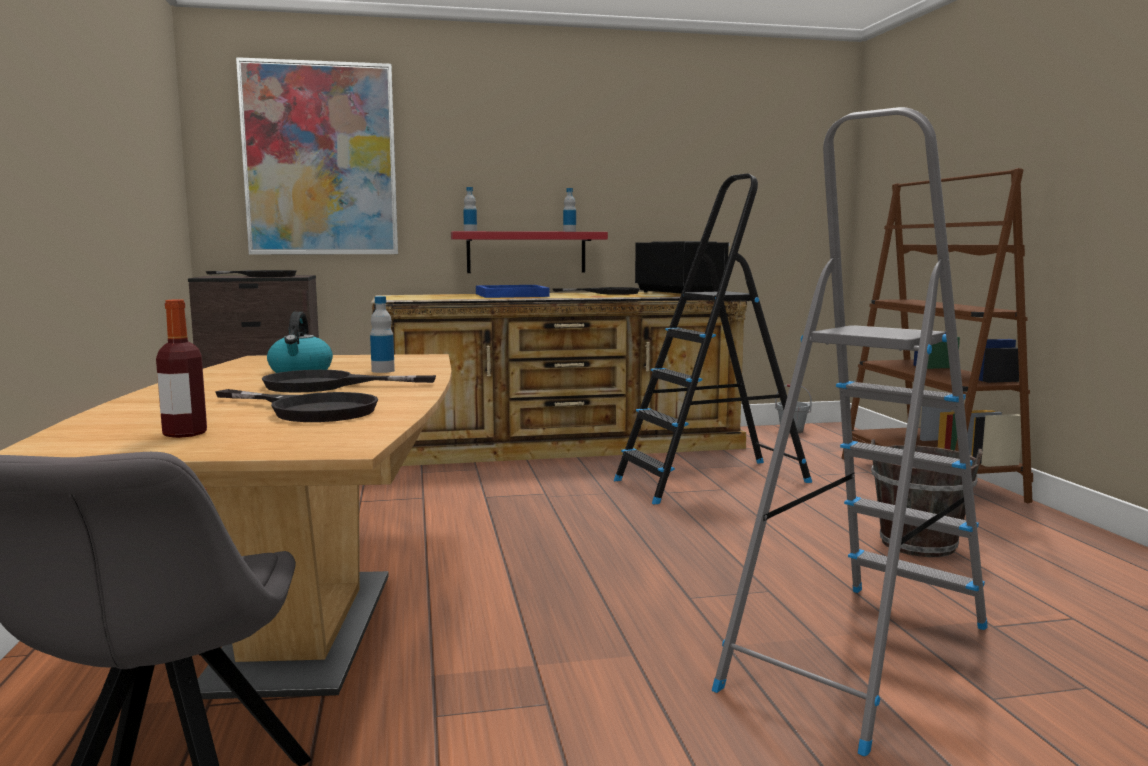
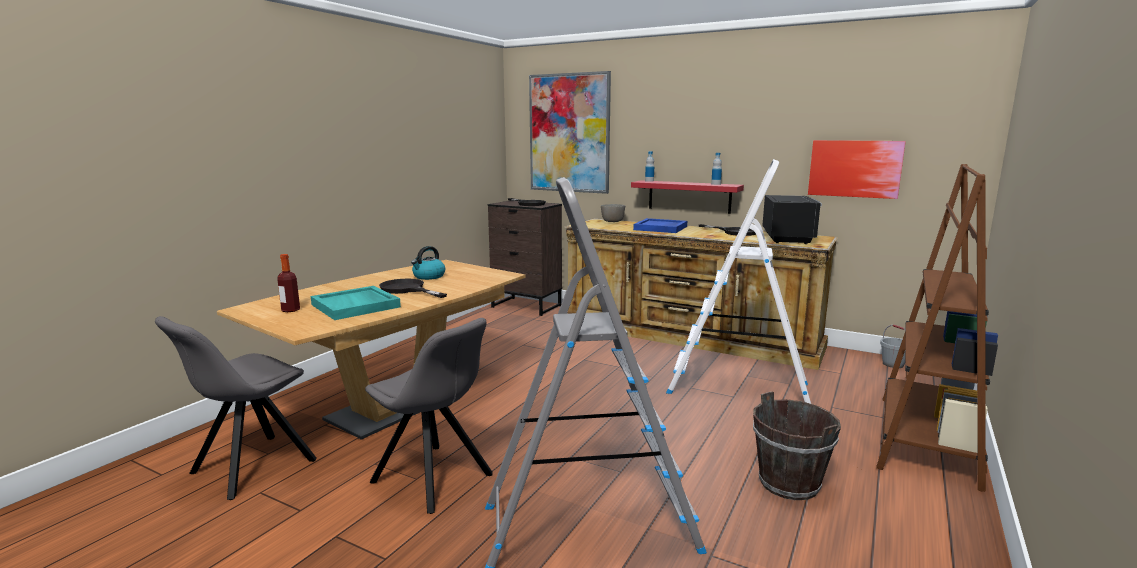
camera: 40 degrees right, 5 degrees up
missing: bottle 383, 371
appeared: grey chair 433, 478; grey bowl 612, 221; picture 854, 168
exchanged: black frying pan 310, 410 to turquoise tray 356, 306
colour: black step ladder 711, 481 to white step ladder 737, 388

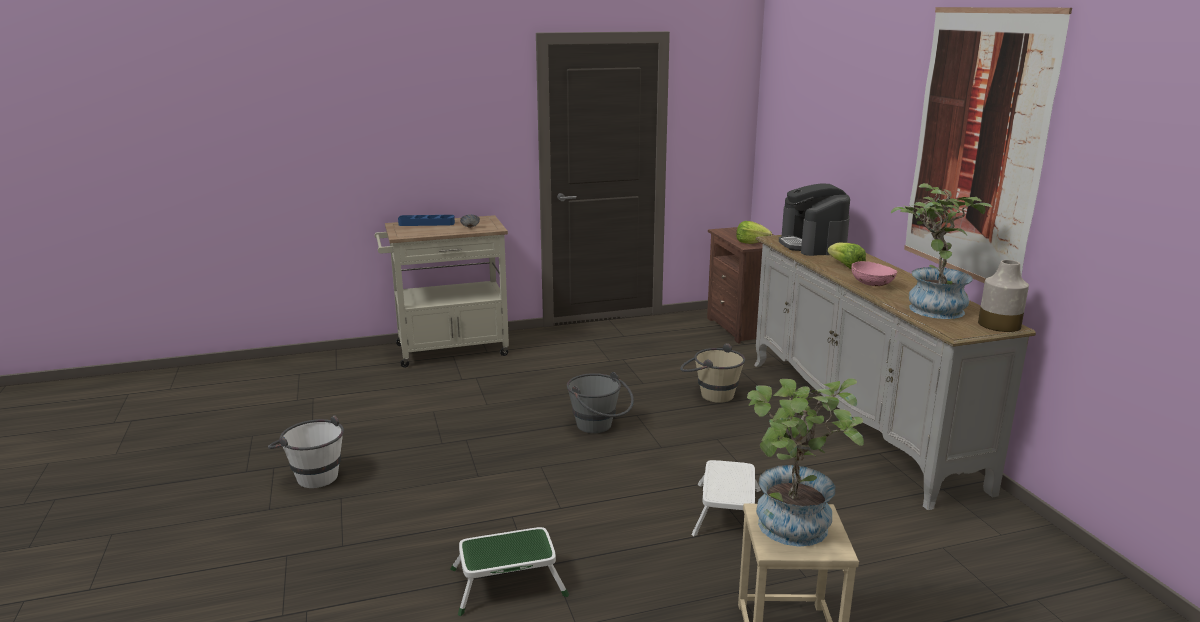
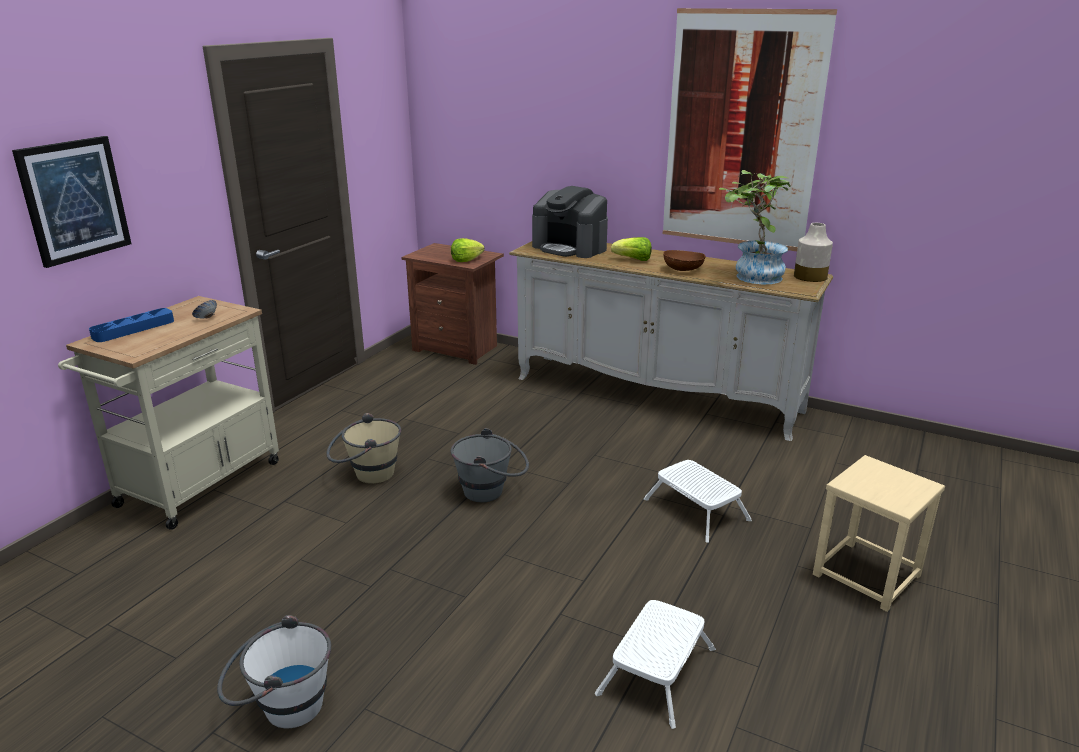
camera: 45 degrees left, 5 degrees up
missing: potted plant 792, 532
appeared: picture 74, 200
relocated: beige bucket 710, 394 to 366, 475
colour: green step ladder 508, 582 to white step ladder 657, 671; pink bowl 872, 284 to brown bowl 683, 269

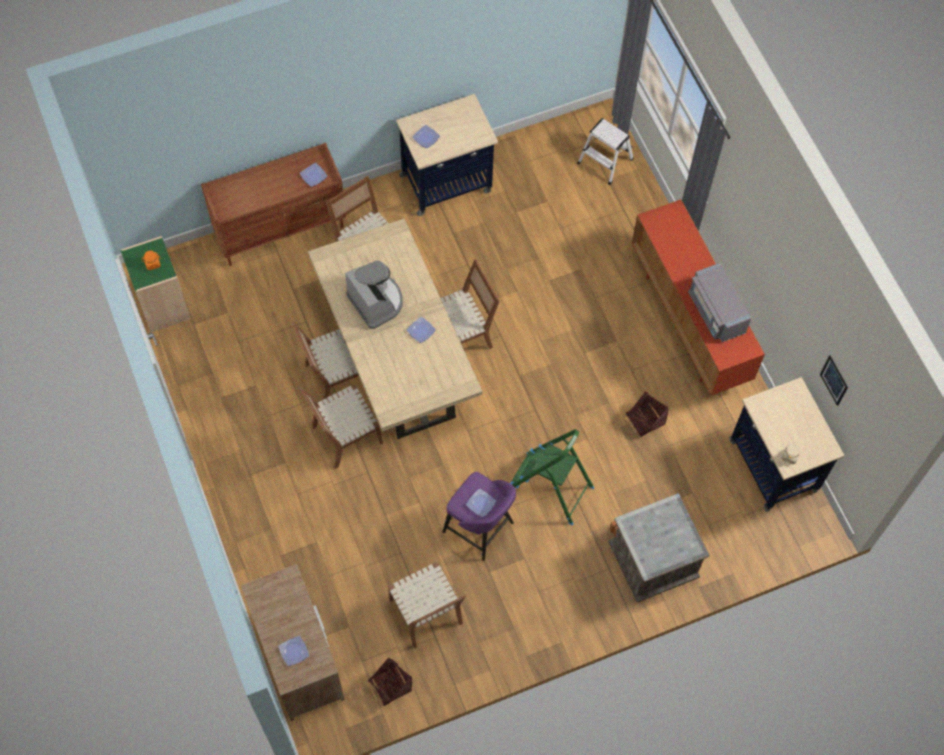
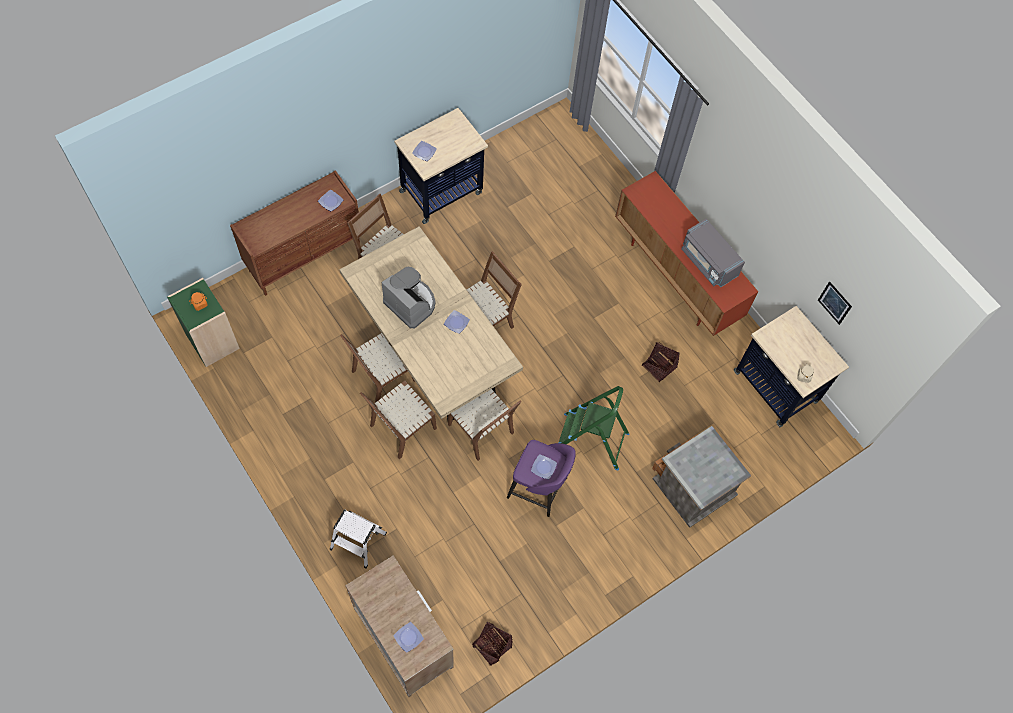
camera: 15 degrees left, 0 degrees up
relocated: white step ladder 605, 160 to 358, 540; chair 426, 615 to 482, 431

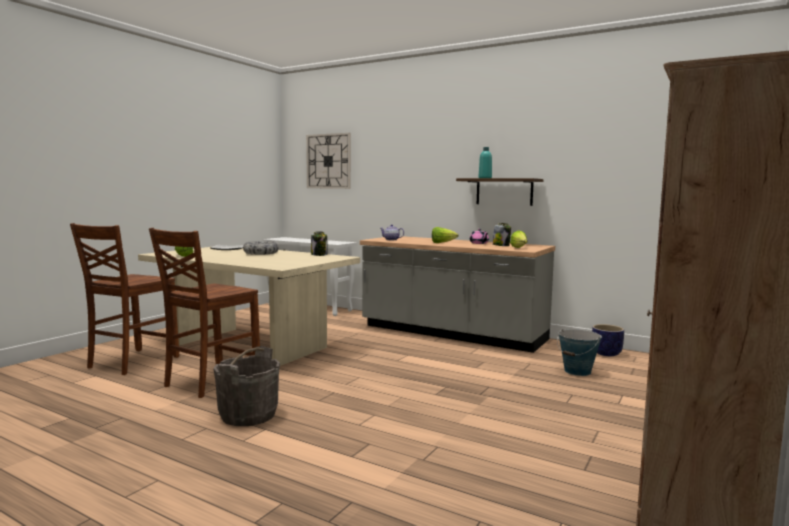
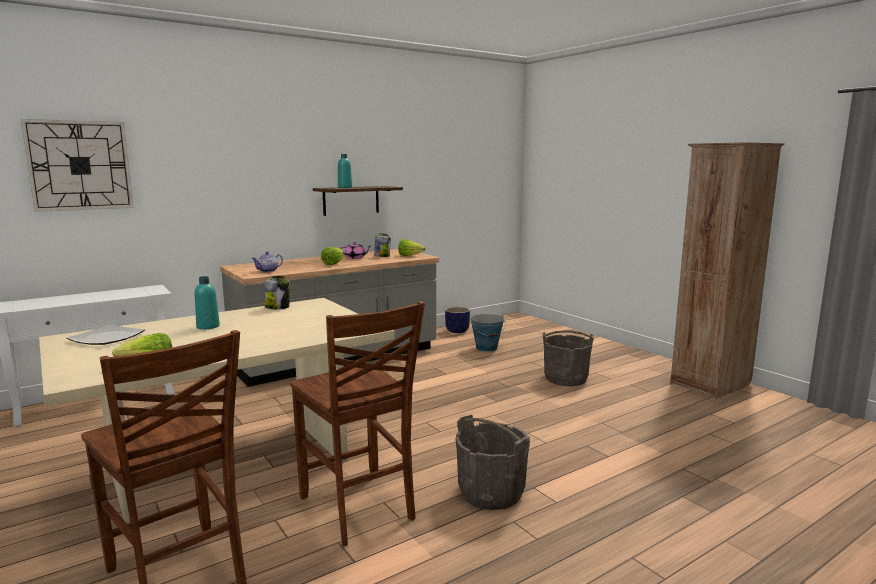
camera: 65 degrees left, 5 degrees up
appeared: grey bucket 566, 378
exchanged: bowl 261, 253 to turquoise bottle 208, 326

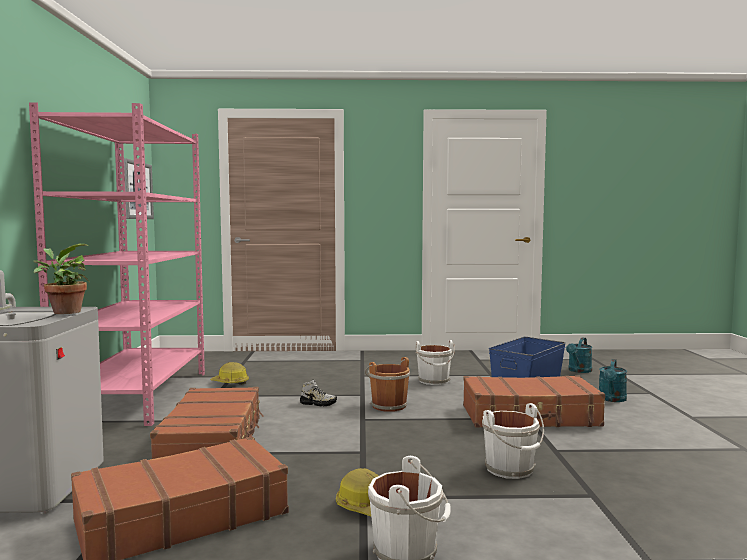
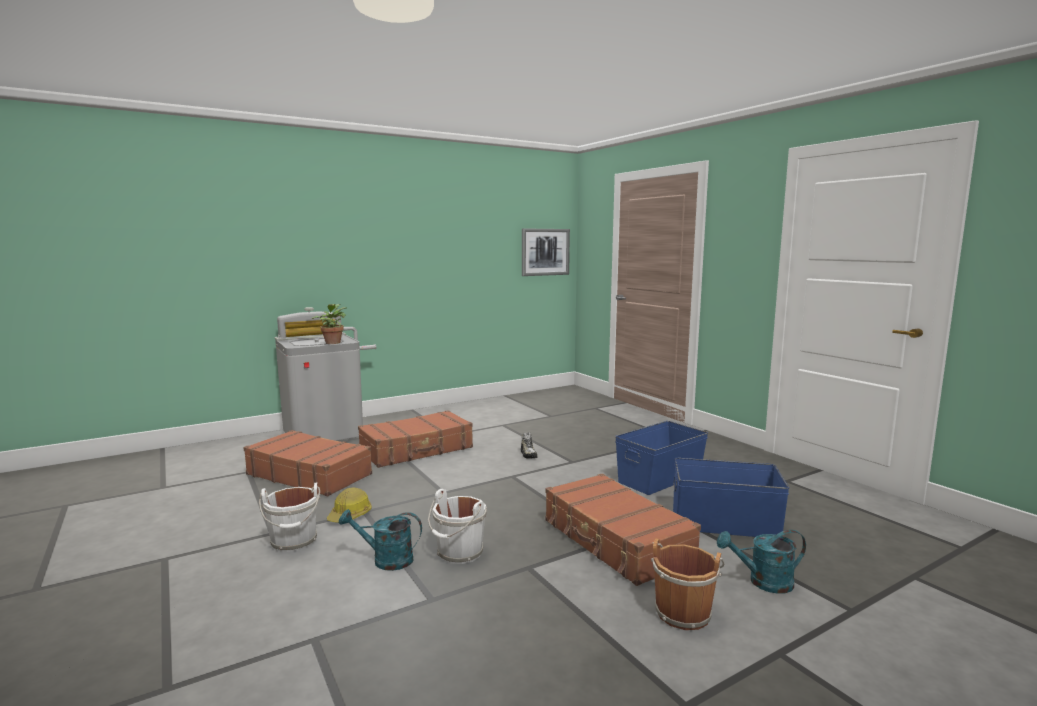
camera: 60 degrees right, 5 degrees up
missing: pink bookcase 137, 396; hard hat 230, 382
relocated: turquoise watering can 578, 371 to 385, 560; brown bucket 387, 405 to 683, 612
exchanged: white bucket 434, 381 to blue storage box 660, 478

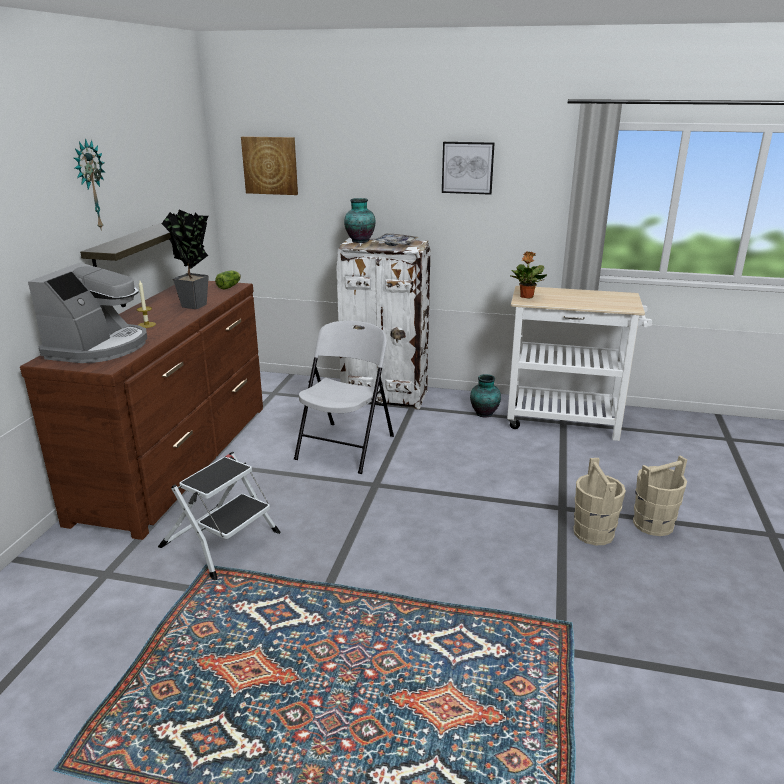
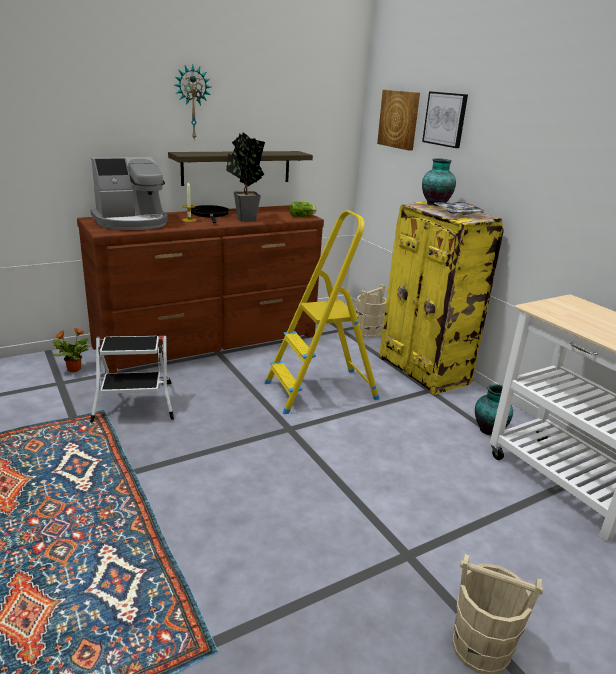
camera: 45 degrees right, 0 degrees up
appeared: black frying pan 210, 215
relocated: potted plant 526, 297 to 73, 369; beige bucket 593, 533 to 368, 332; picture 467, 167 to 445, 119
exchanged: white chair 345, 447 to yellow step ladder 319, 391
colour: white cabinet 385, 395 to yellow cabinet 424, 370

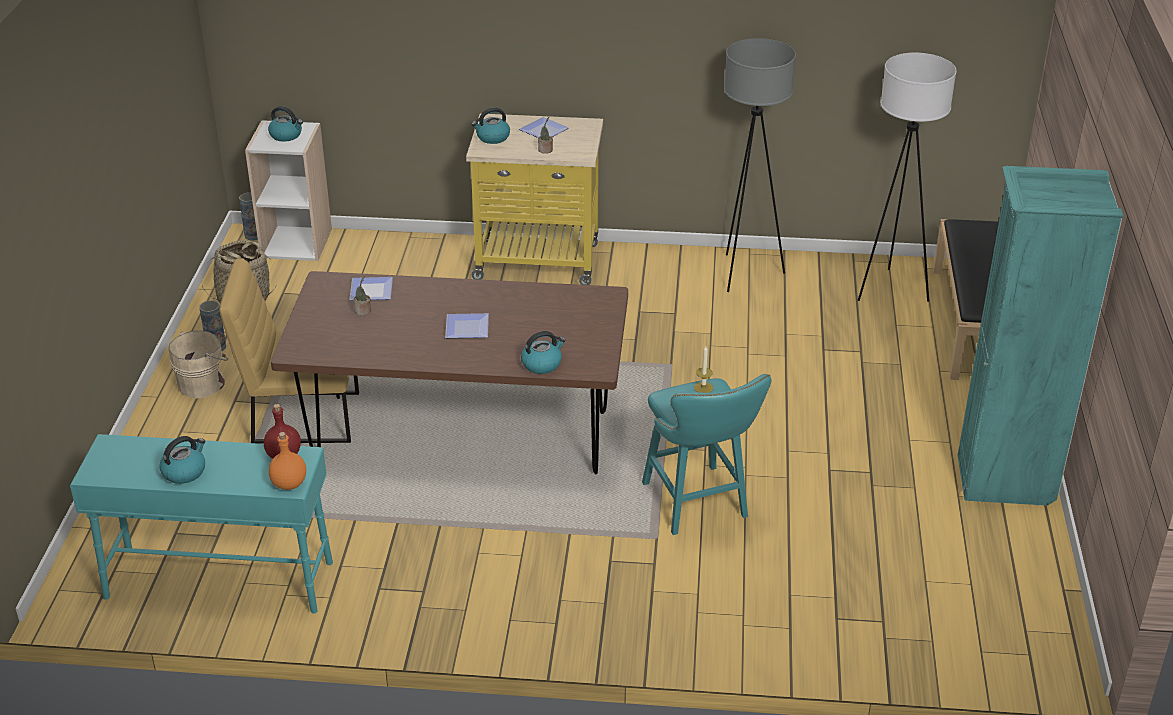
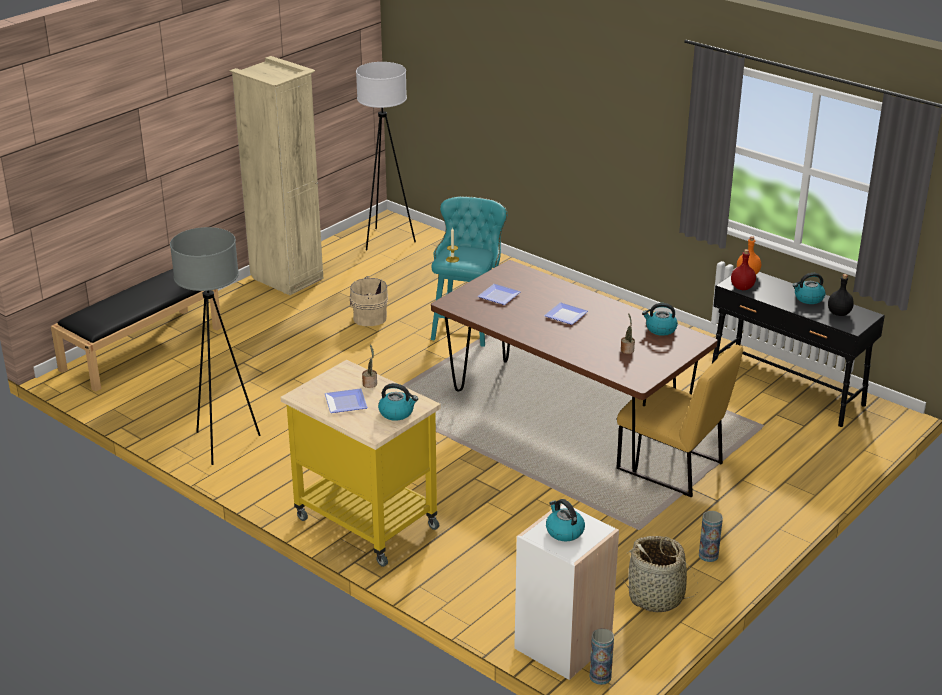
camera: 145 degrees left, 5 degrees down
appeared: black bottle 839, 313
relocated: beige bucket 203, 383 to 368, 318; white floor lamp 890, 290 to 386, 240; plate 373, 290 to 497, 296; kettle 542, 364 to 660, 329
colour: turquoise cabinet 1004, 481 to beige cabinet 288, 278; turquoise console table 219, 579 to black console table 786, 390

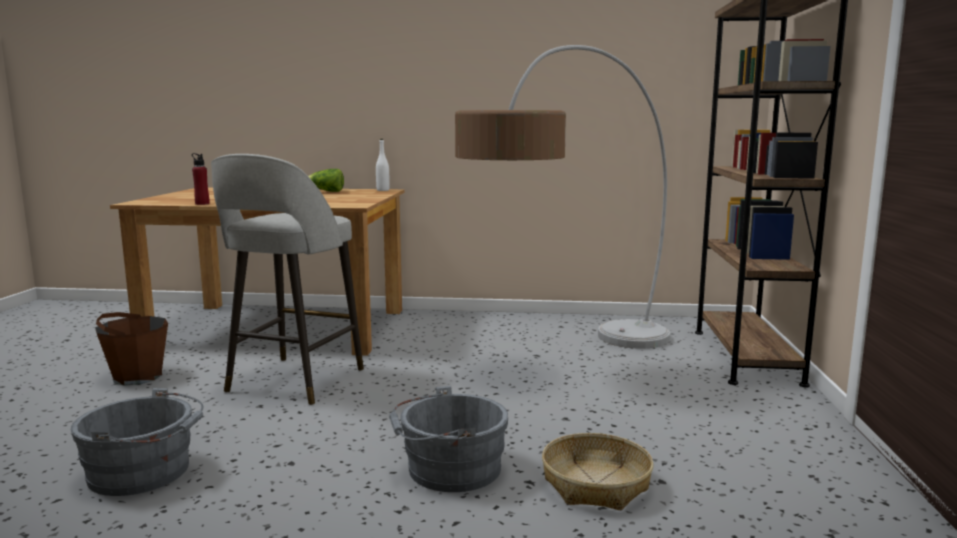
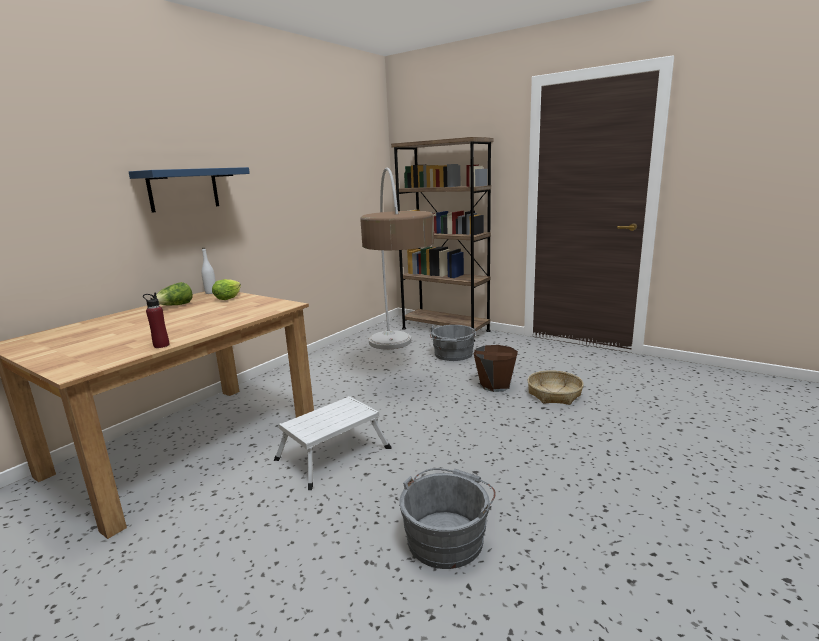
camera: 60 degrees left, 5 degrees up
appeared: blue shelf 183, 189; lettuce 230, 297
relocated: grey bucket 448, 469 to 453, 355; brown bucket 137, 376 to 495, 385
exchanged: grey stool 293, 382 to white step ladder 332, 454

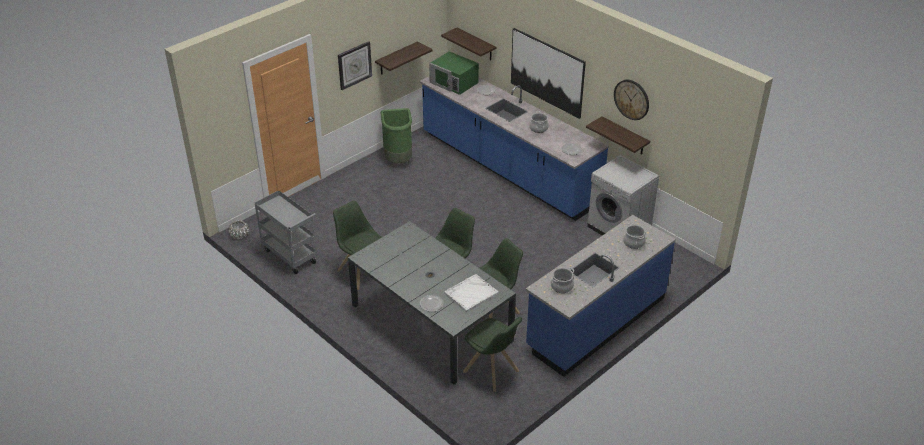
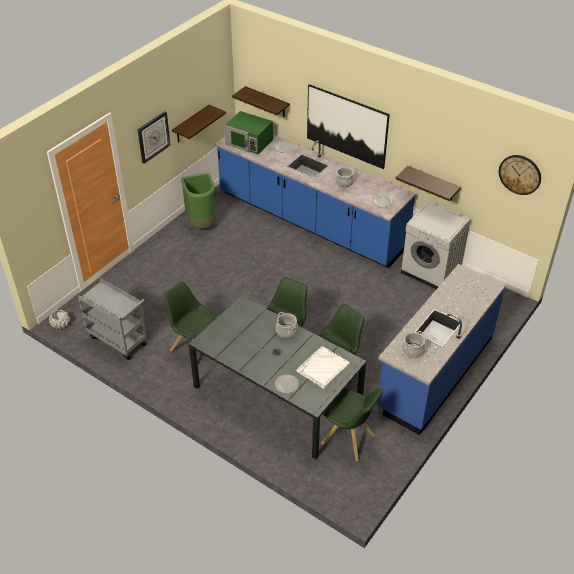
camera: 10 degrees left, 5 degrees up
relocated: cooking pot 634, 242 to 287, 331; wall clock 631, 99 to 520, 174

